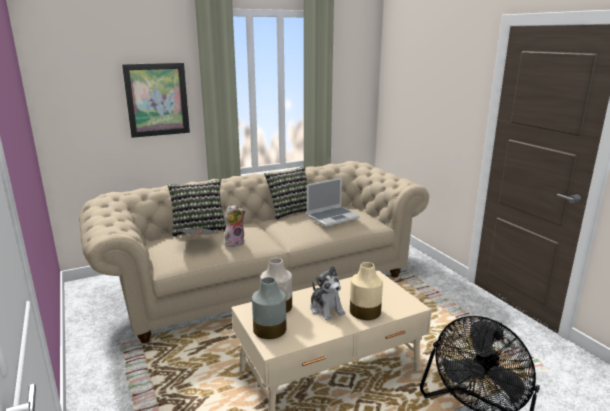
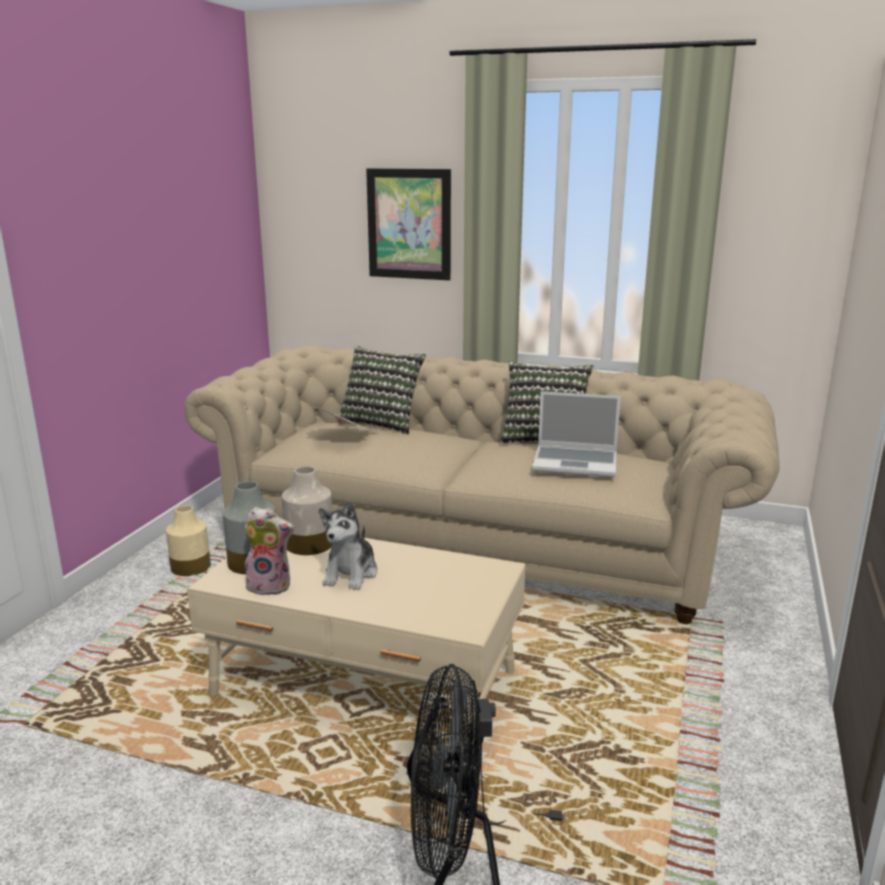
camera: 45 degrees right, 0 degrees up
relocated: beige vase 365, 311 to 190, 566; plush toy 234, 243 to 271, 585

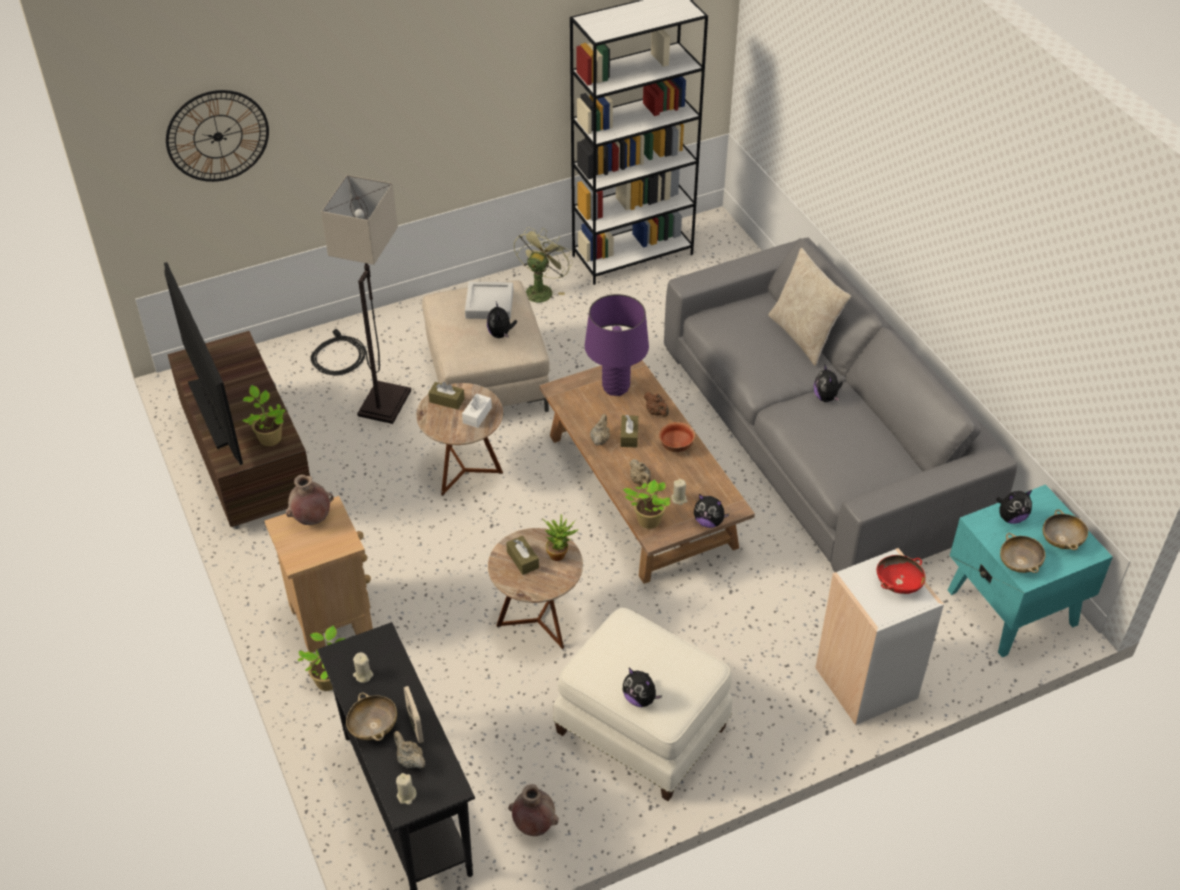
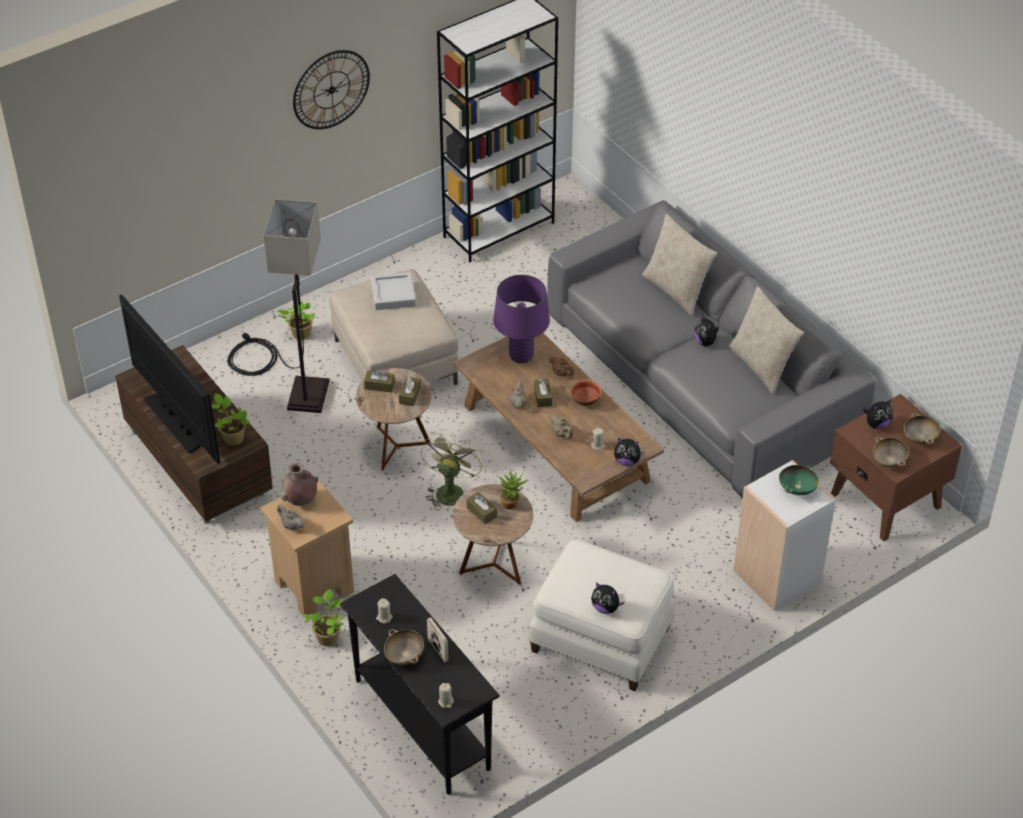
camera: 10 degrees left, 0 degrees up
missing: plush toy 501, 334; brown vase 534, 825
appeared: beige pillow 761, 365
relocated: beige teapot 409, 760 to 291, 525; potted plant 647, 521 to 300, 334; wall clock 217, 136 to 331, 89; green fan 540, 290 to 450, 490
colour: white tissue box 477, 415 to brown tissue box 410, 395; red bowl 898, 584 to green bowl 797, 488; turquoise nightstand 1013, 608 to brown nightstand 886, 501

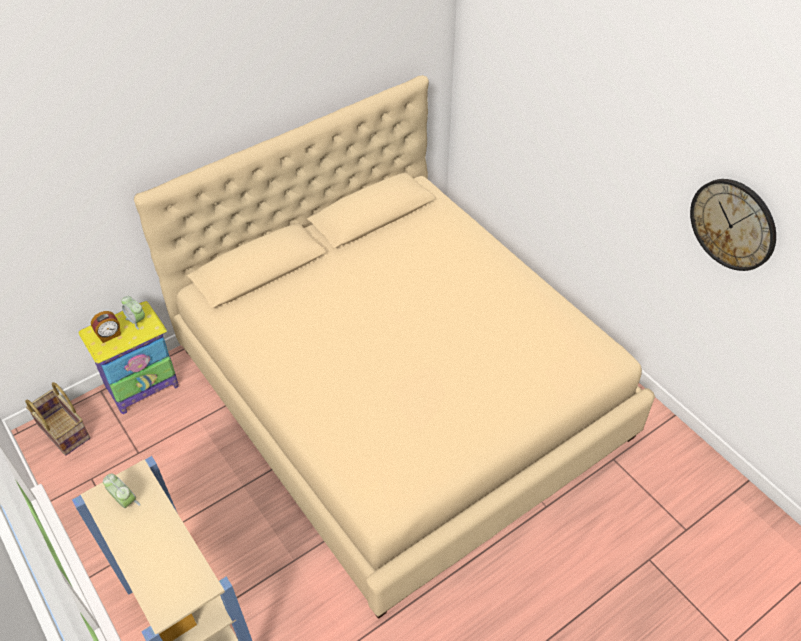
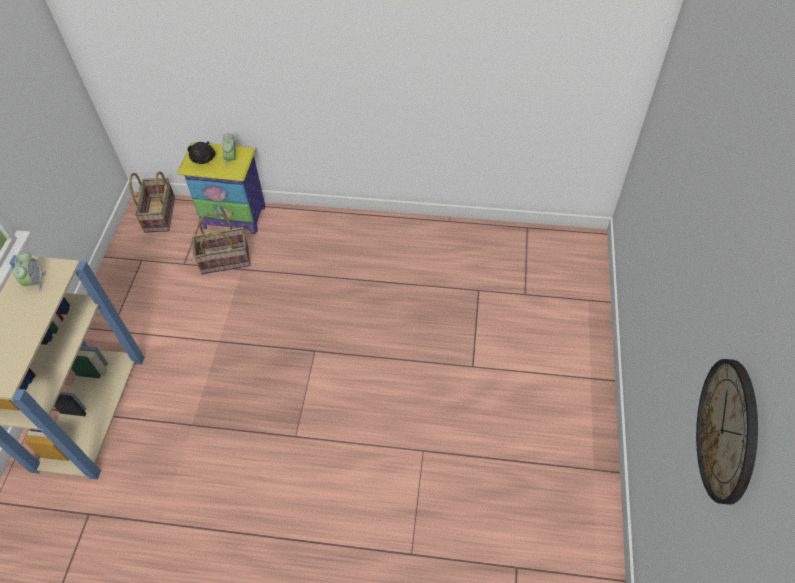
camera: 45 degrees right, 5 degrees up
missing: beige bed 399, 391
appeared: basket 225, 259
exchanged: alarm clock 109, 335 to black plush toy 204, 158

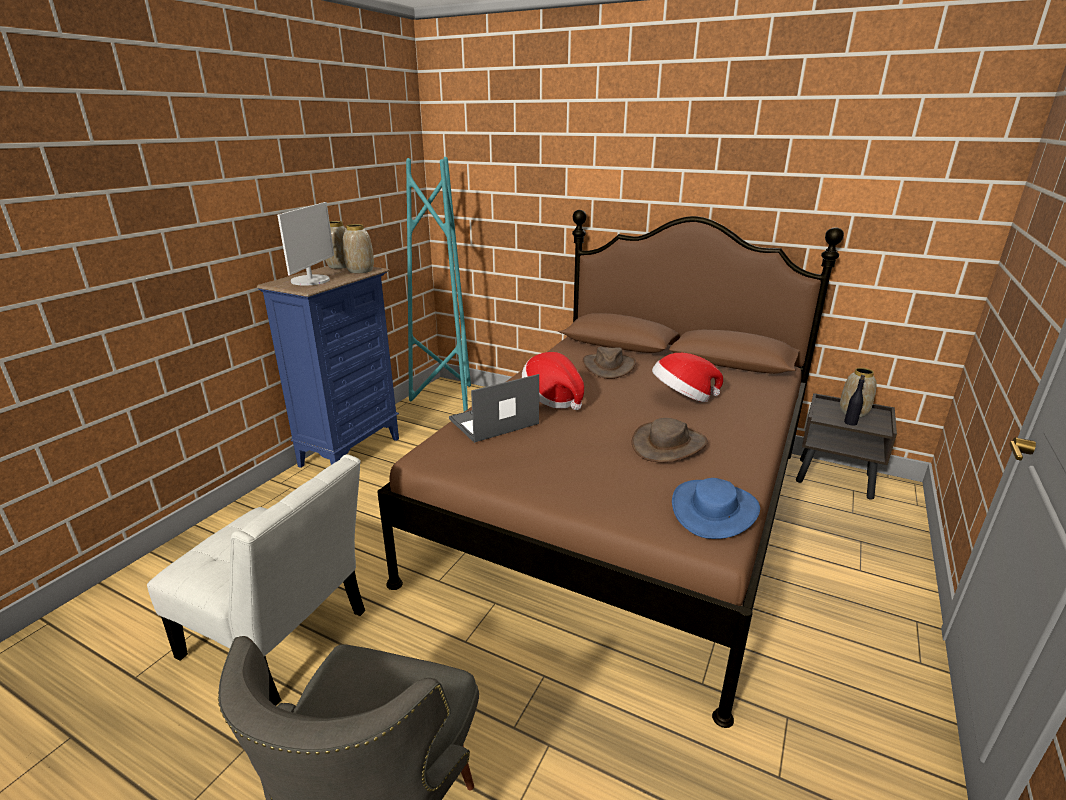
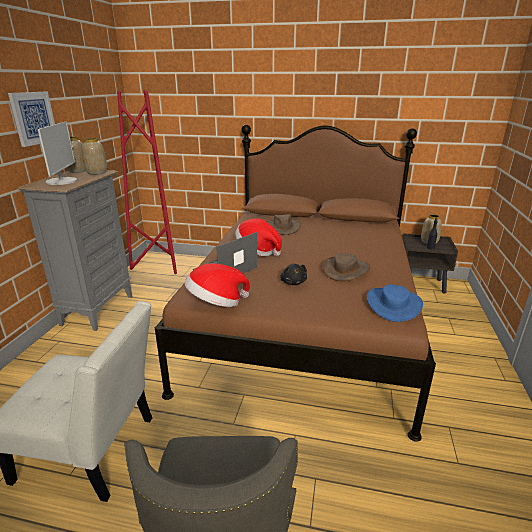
camera: 15 degrees left, 0 degrees up
appeared: picture 33, 118; black plush toy 293, 282
relocated: hat 682, 398 to 216, 303
colour: blue dresser 353, 451 to grey dresser 100, 309; turquoise clothes rack 449, 400 to red clothes rack 159, 265

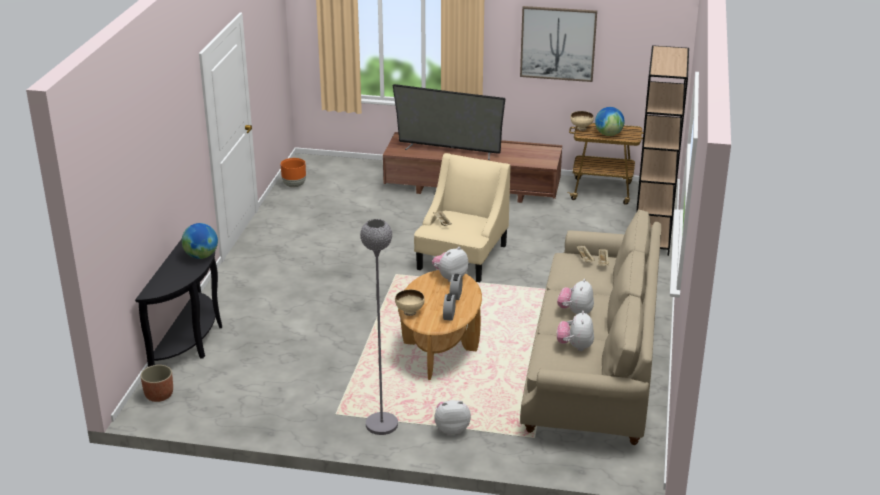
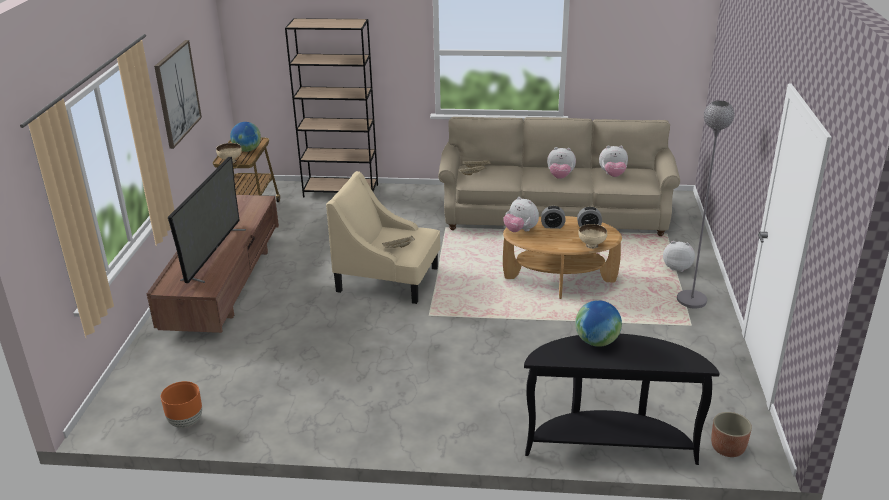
camera: 95 degrees left, 0 degrees up
spun: plush toy 451, 429 = 677, 267 120 degrees clockwise

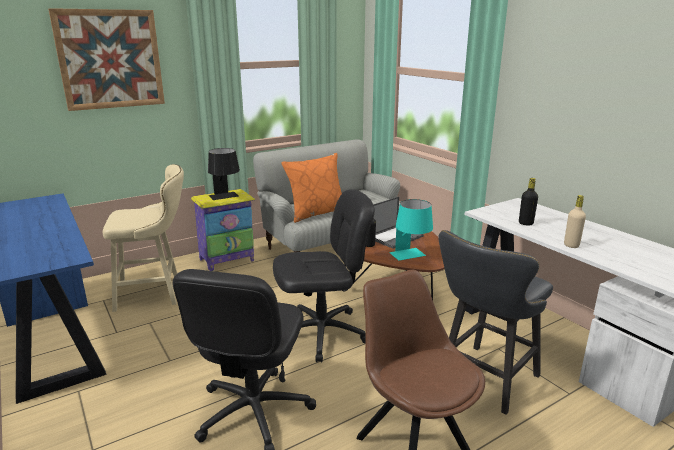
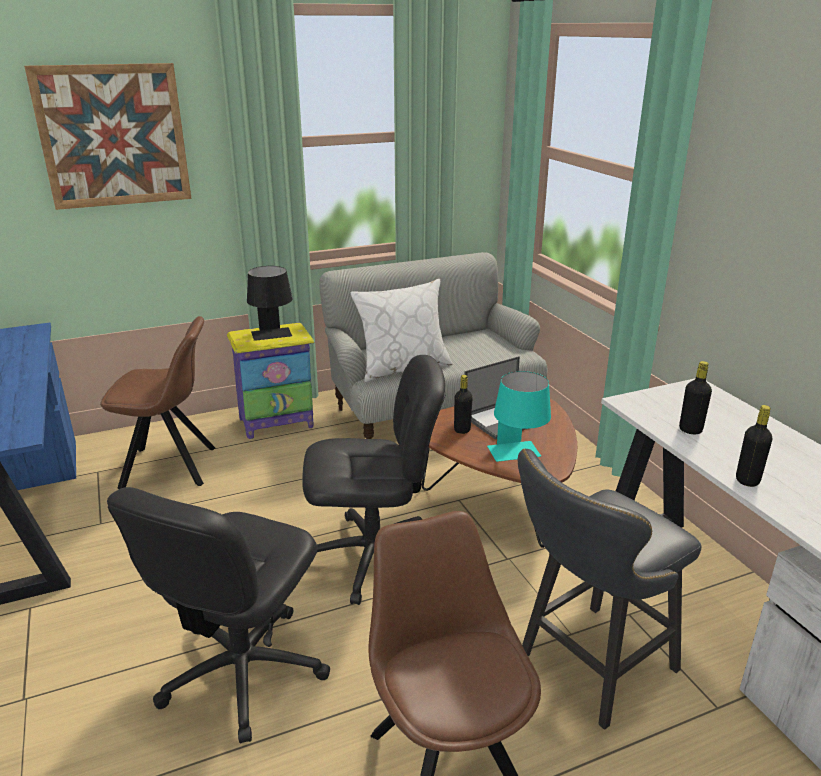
camera: 10 degrees right, 5 degrees up
exchanged: beige stool 158, 293 to brown chair 170, 467
colour: orange pillow 316, 213 to white pillow 403, 367; beige bottle 571, 245 to black bottle 747, 480

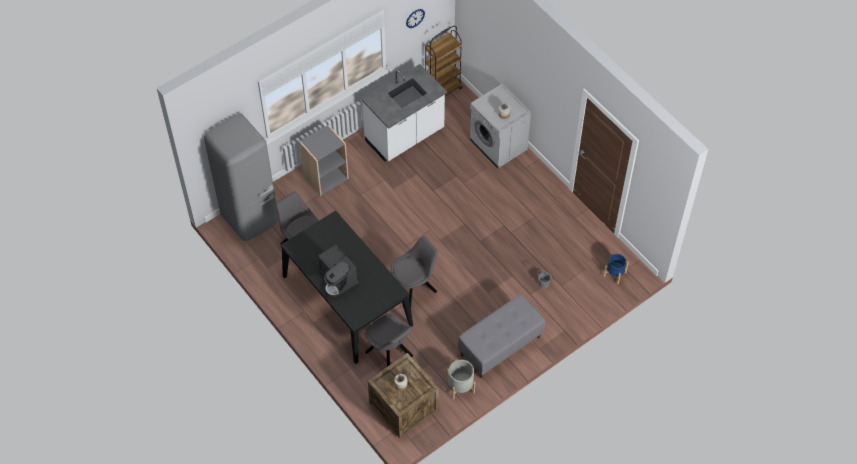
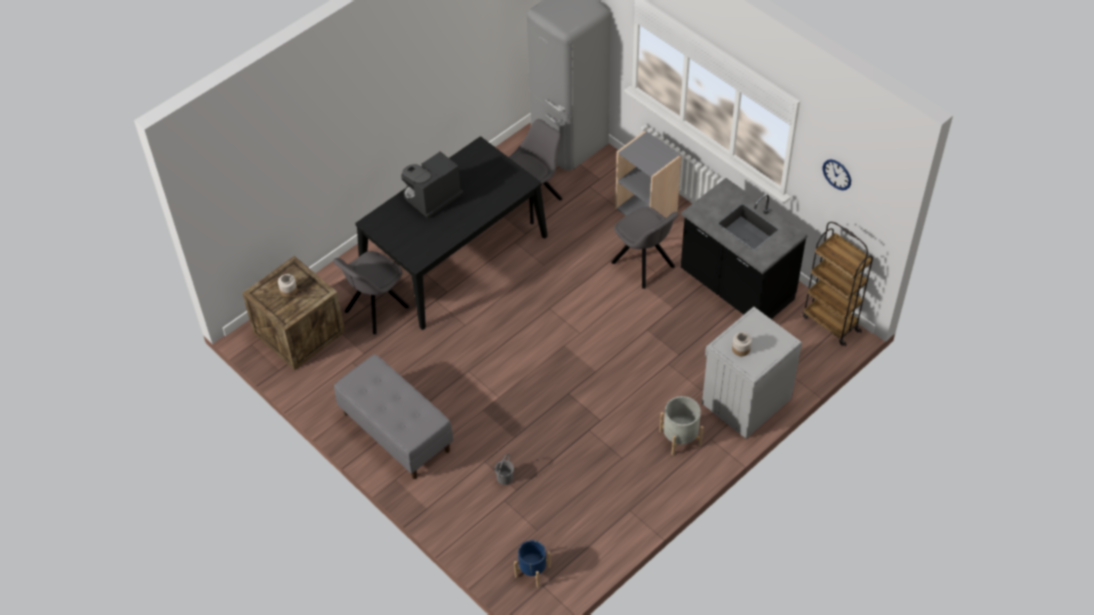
camera: 85 degrees right, 5 degrees down
relocated: grey chair 414, 289 to 643, 264; grey planter 460, 386 to 680, 437
colour: white counter 405, 136 to black counter 736, 287

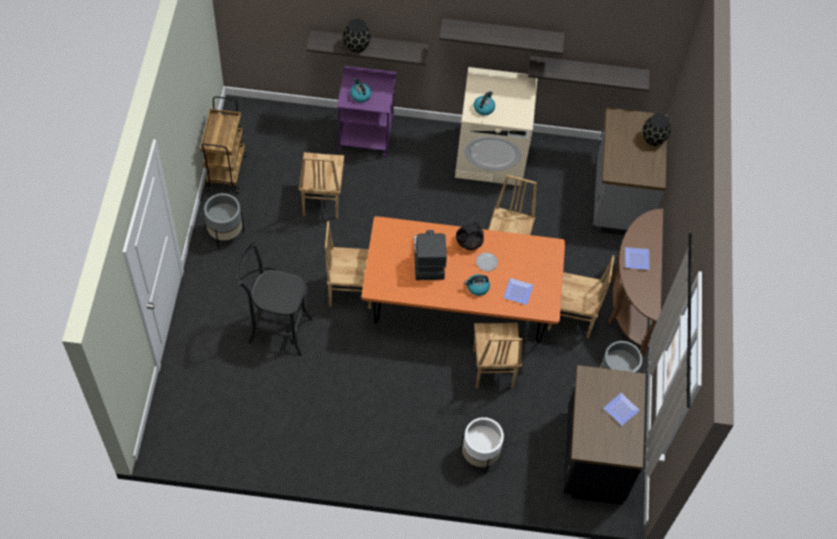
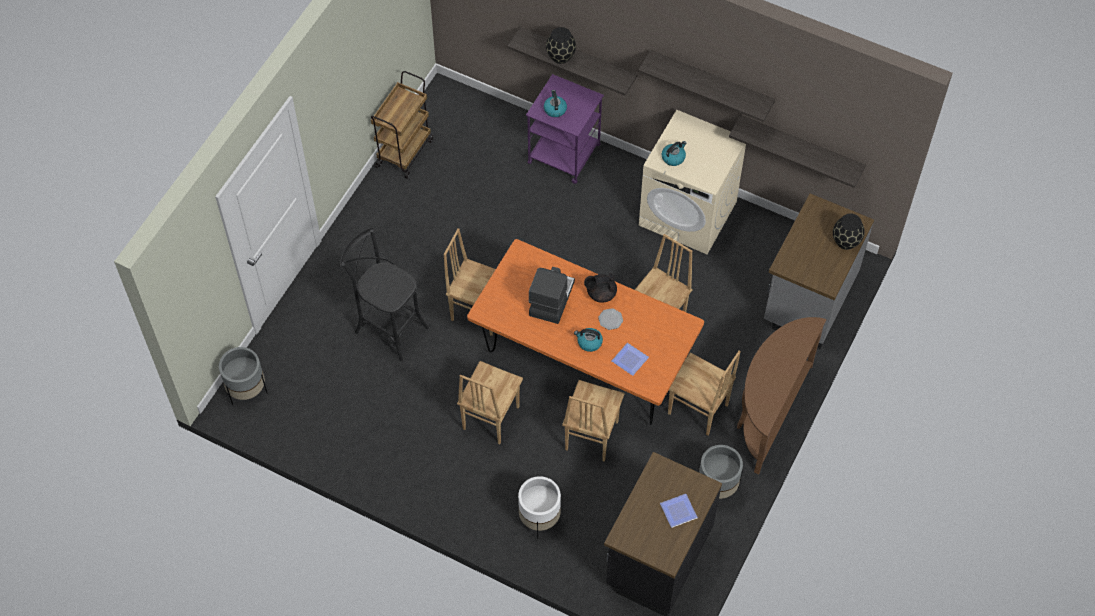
camera: 25 degrees right, 0 degrees up
missing: plate 635, 258
relocated: grey planter 225, 233 to 247, 390; brown chair 321, 200 to 490, 418

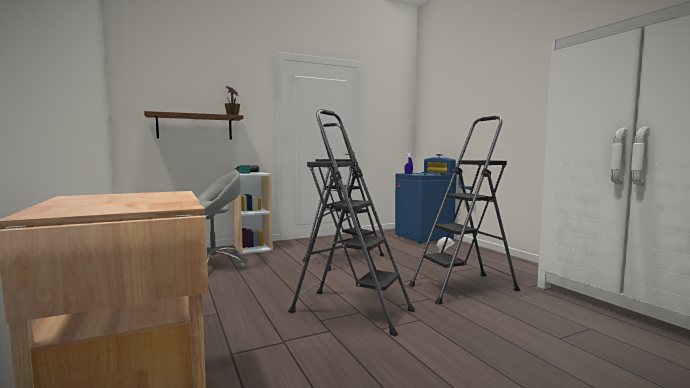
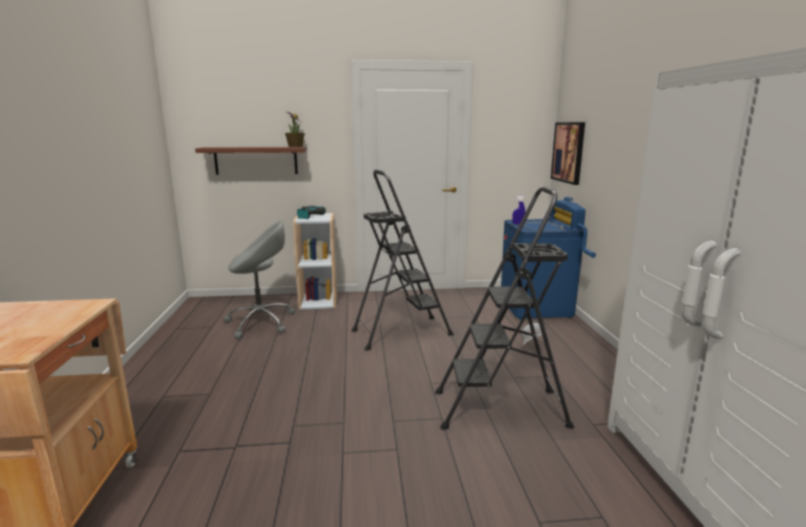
camera: 20 degrees right, 10 degrees up
missing: step ladder 350, 310
appeared: picture 568, 152

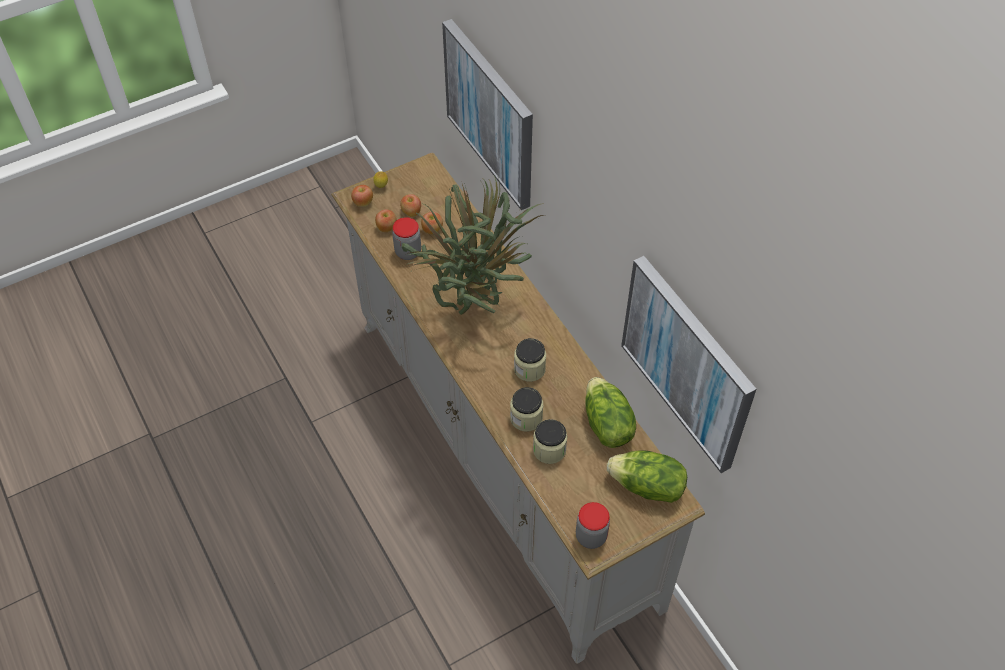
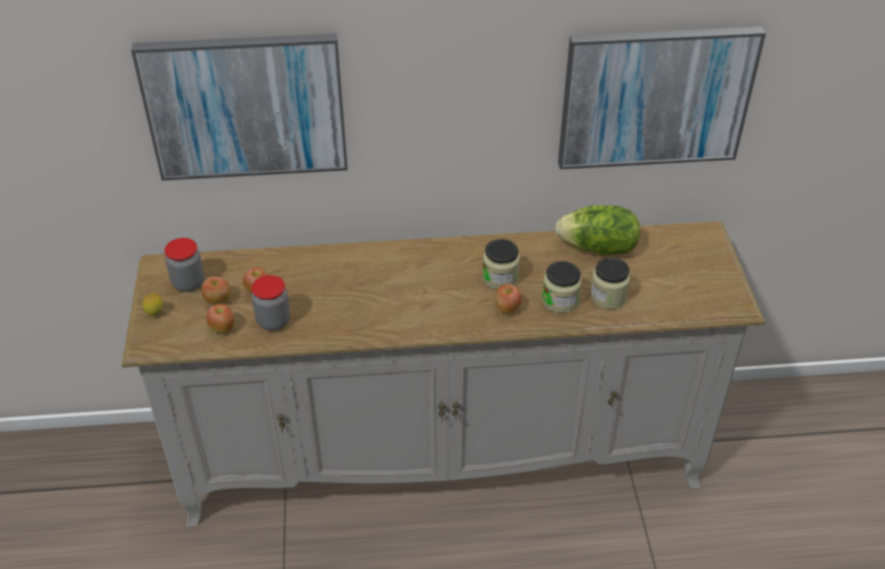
camera: 65 degrees left, 10 degrees down
missing: potted plant 476, 303; lettuce 647, 487
relocated: jar 591, 536 to 188, 283; apple 363, 203 to 507, 309

